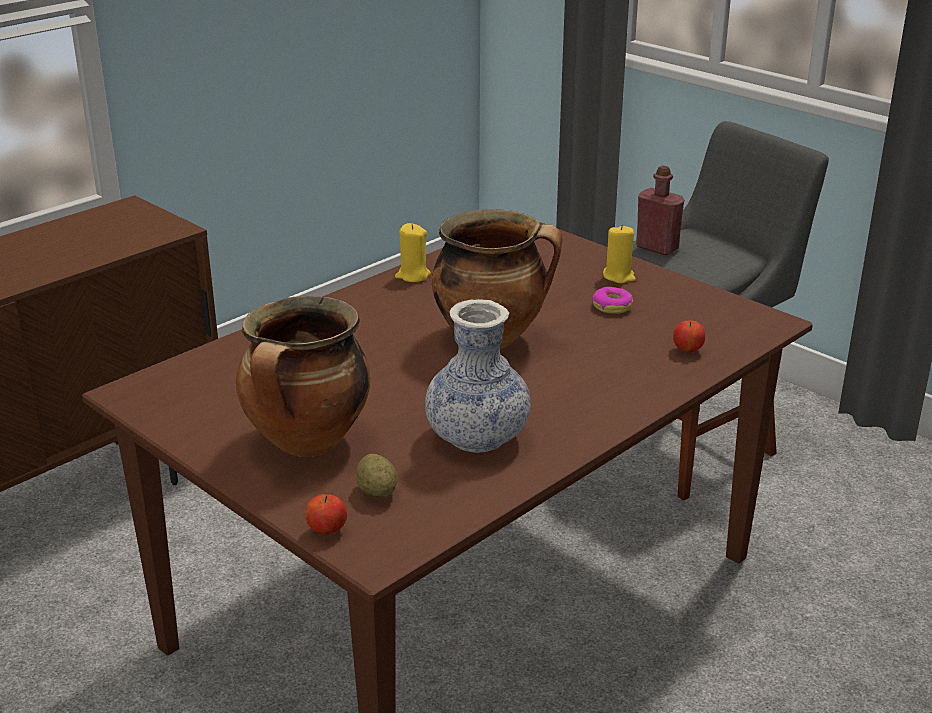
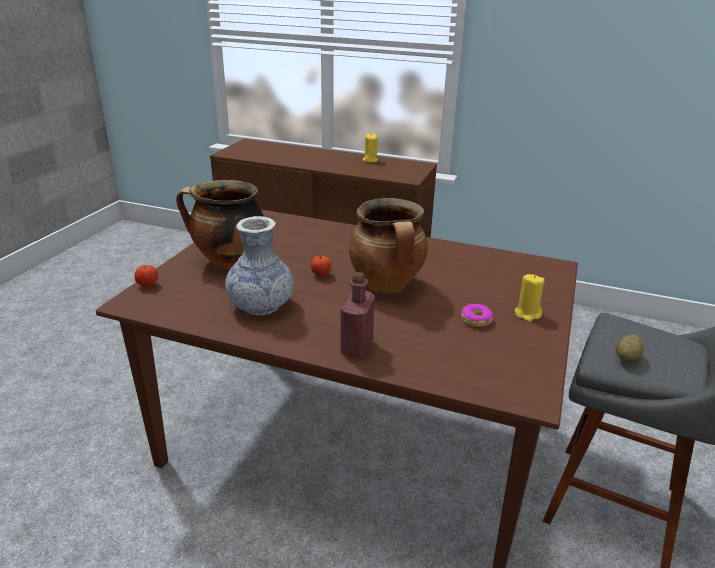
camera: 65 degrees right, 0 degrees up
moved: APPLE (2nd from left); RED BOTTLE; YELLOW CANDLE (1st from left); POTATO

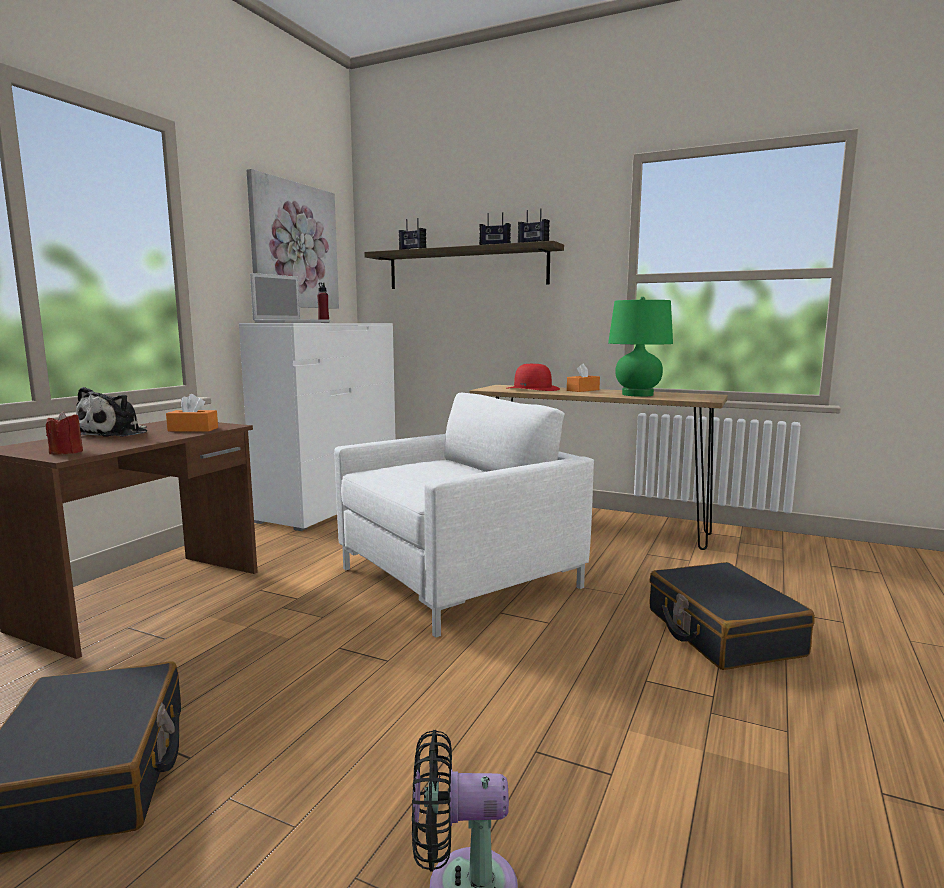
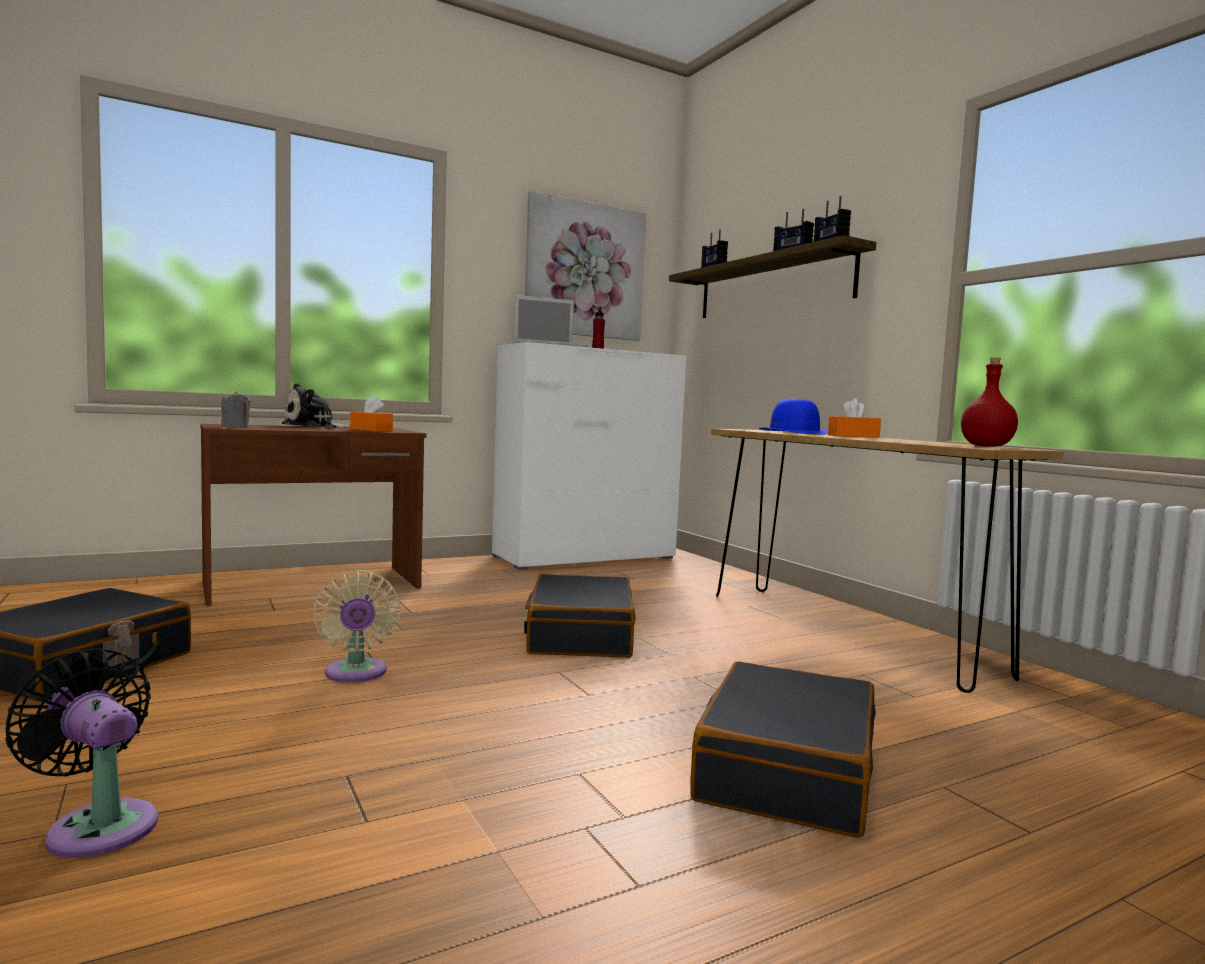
camera: 35 degrees right, 5 degrees down
removed: GREEN TABLE LAMP
added: BEIGE FAN; RED BOTTLE (2nd from left)
replaced: WHITE ARMCHAIR to BLACK SUITCASE (2nd from left)
recoloured: RED CANDLE to GREY CANDLE; RED HAT to BLUE HAT

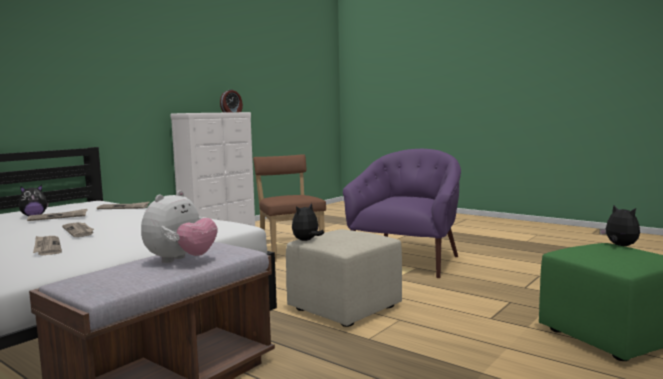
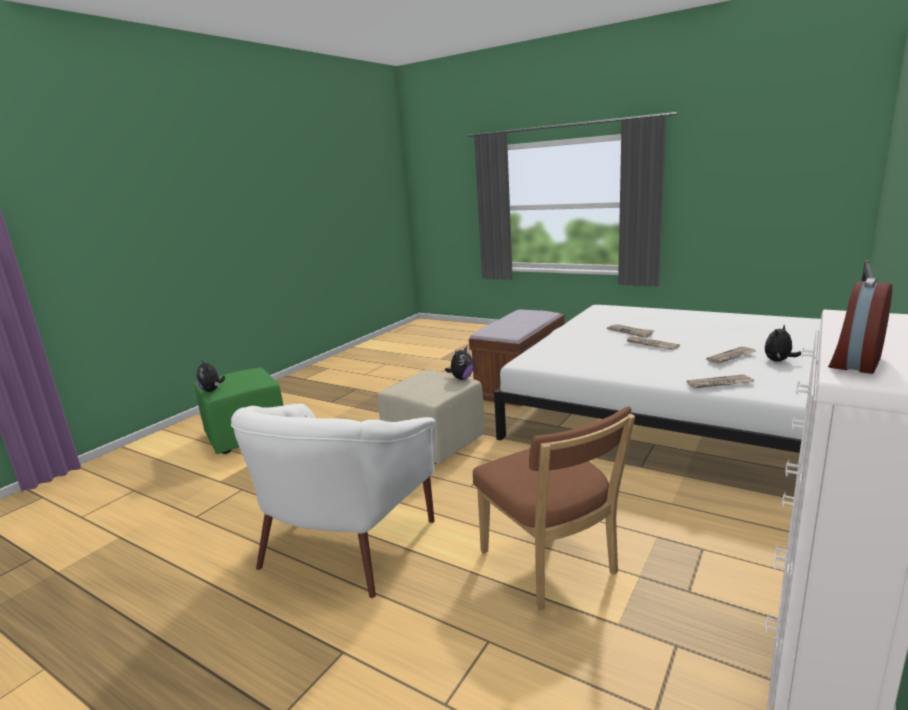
camera: 175 degrees right, 10 degrees up
removed: PLUSH TOY (2nd from left)
recoloured: PURPLE ARMCHAIR to WHITE ARMCHAIR

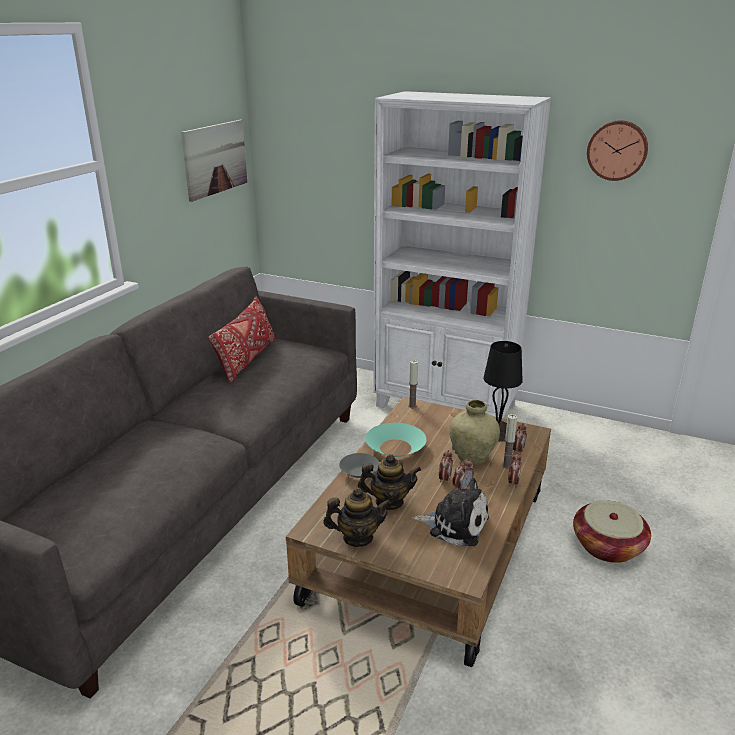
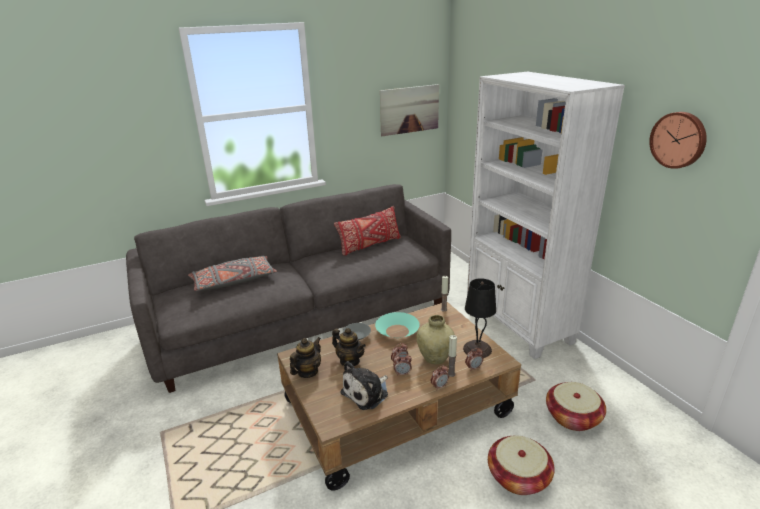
camera: 40 degrees right, 0 degrees up
added: GREY PILLOW; BASKET (2nd from left)
turned: TEAPOT (1st from left) 90 degrees counterclockwise; PLUSH TOY 75 degrees clockwise

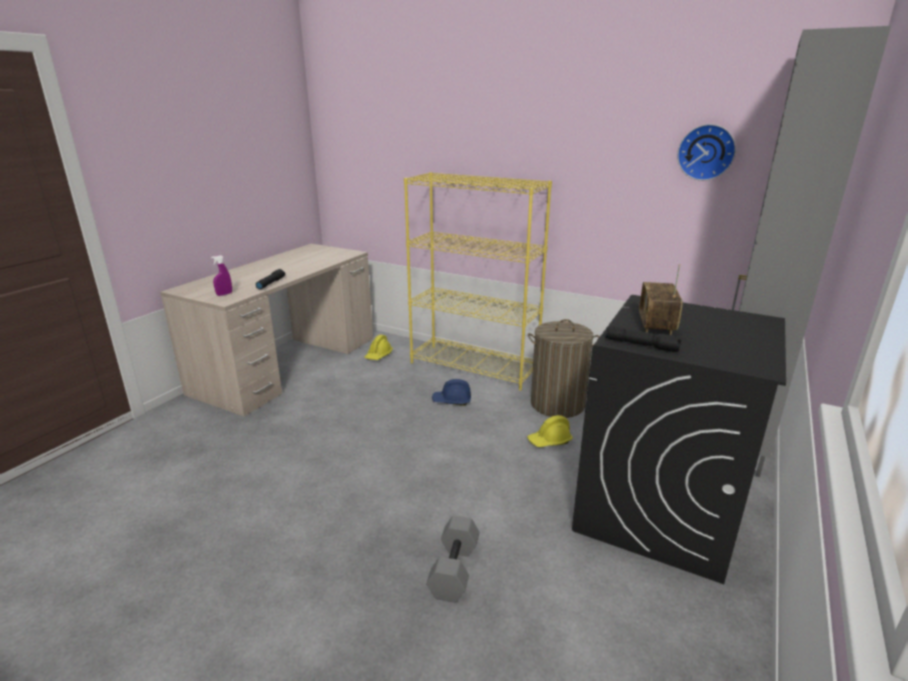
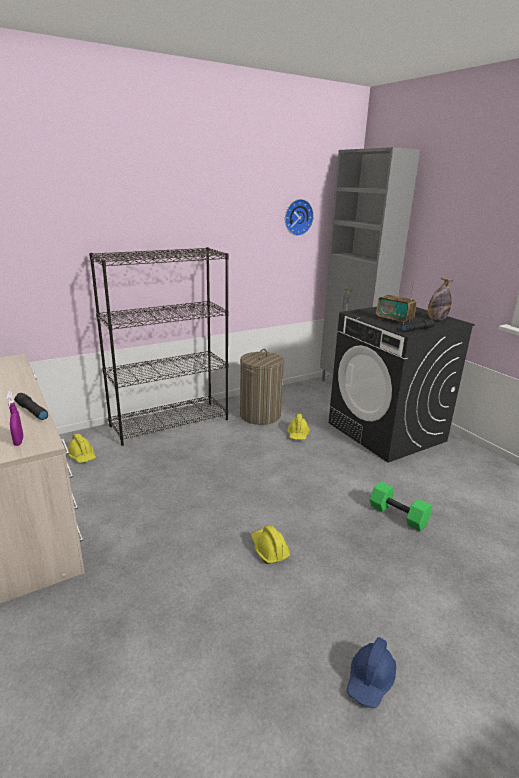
camera: 60 degrees left, 0 degrees up
added: YELLOW HARD HAT (2nd from left); BOTTLE
moved: BLUE HARD HAT
recoloured: YELLOW BOOKCASE to BLACK BOOKCASE; GREY DUMBBELL to GREEN DUMBBELL

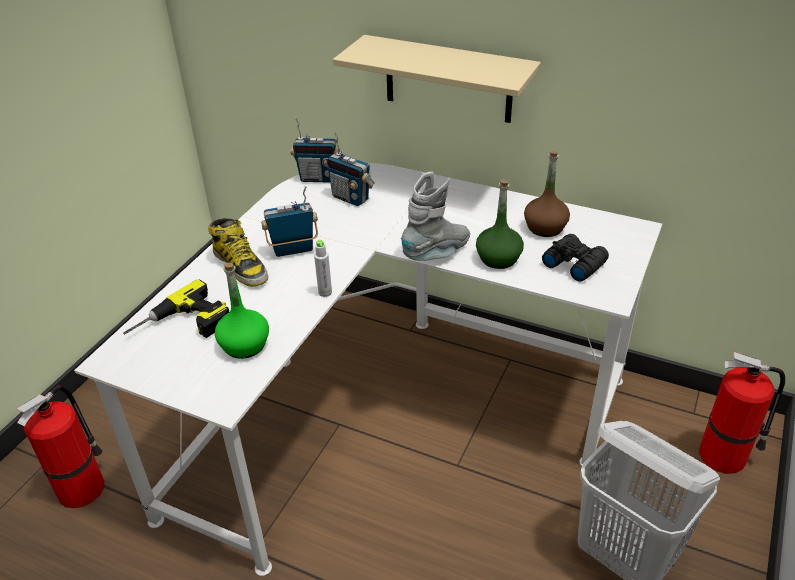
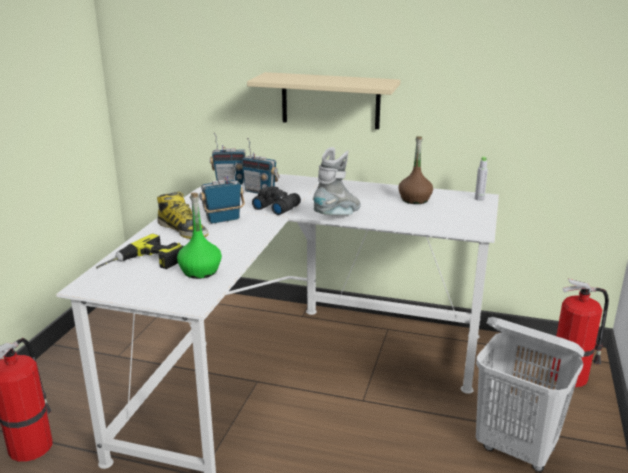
camera: 10 degrees left, 15 degrees down
removed: GREEN BOTTLE (2nd from left)
moved: BLACK BINOCULARS; GREY BOTTLE

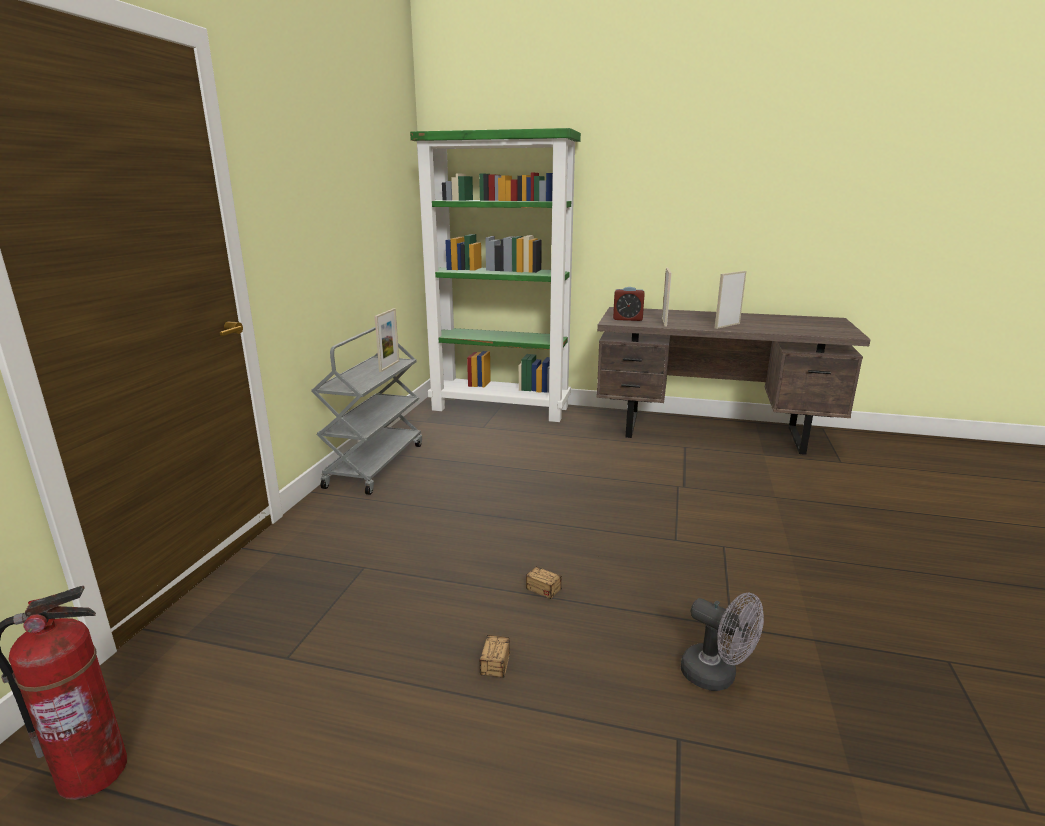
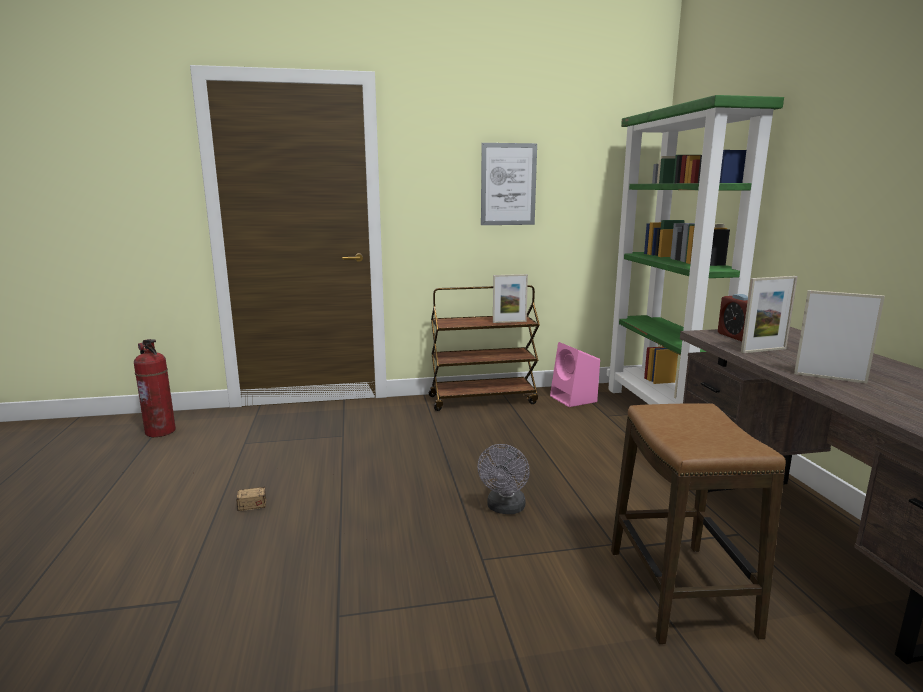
camera: 65 degrees right, 5 degrees down
removed: STORAGE BOX (2nd from left)
added: PICTURE; PINK SPEAKER; STOOL
moved: GREY FAN
recoloured: GREY CART to BROWN CART

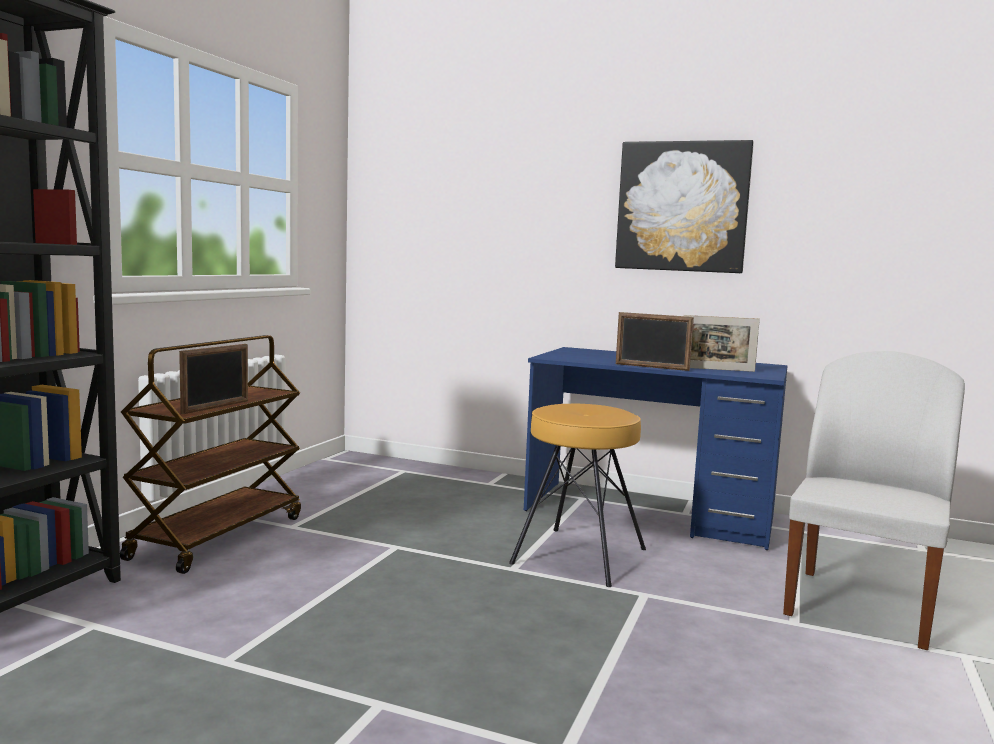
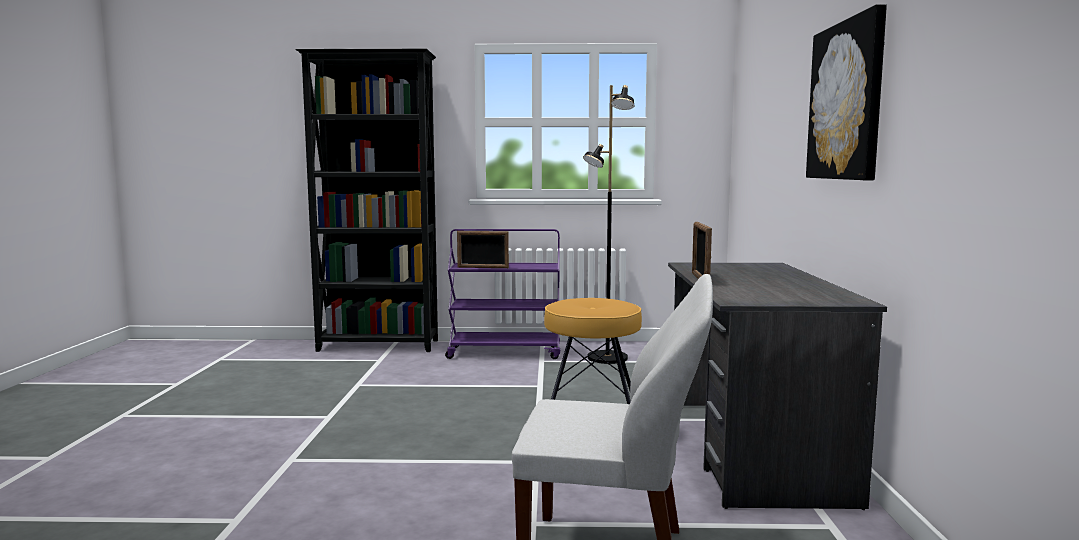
camera: 70 degrees right, 0 degrees up
removed: PICTURE FRAME (3rd from left)
added: BLACK FLOOR LAMP
recoloured: BROWN CART to PURPLE CART; BLUE DESK to GREY DESK

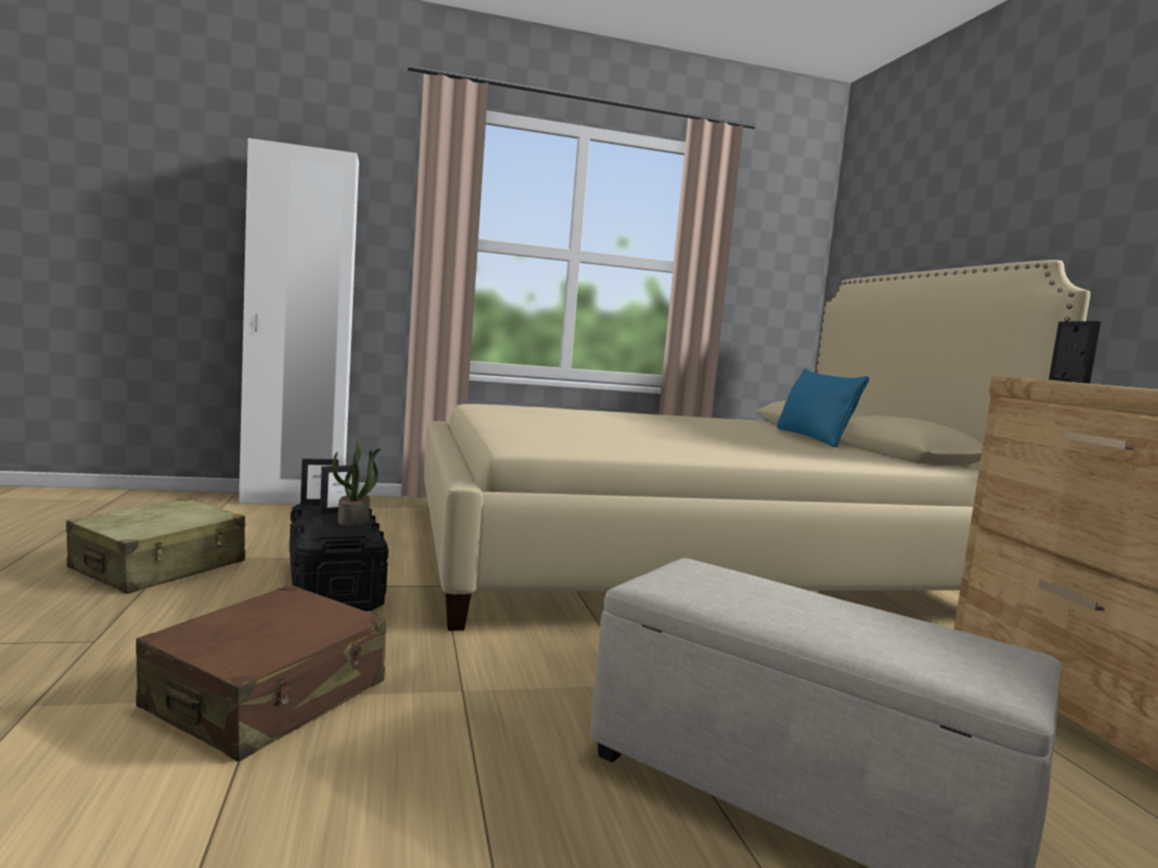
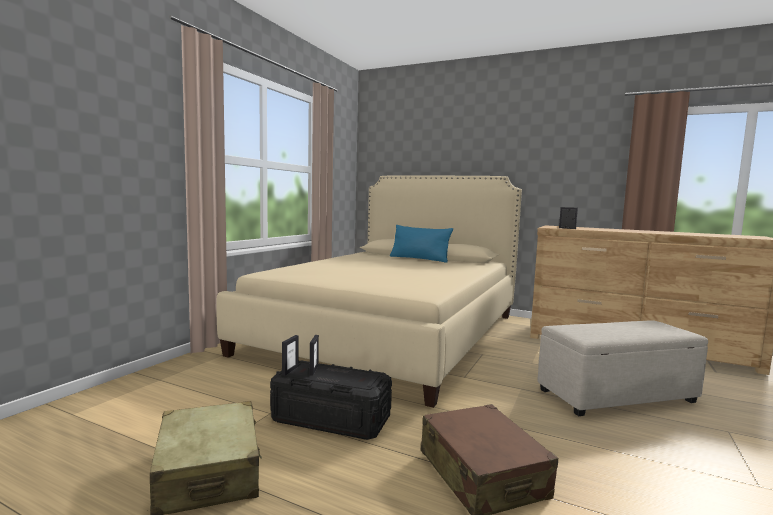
camera: 50 degrees left, 0 degrees up
removed: WHITE WARDROBE; POTTED PLANT

